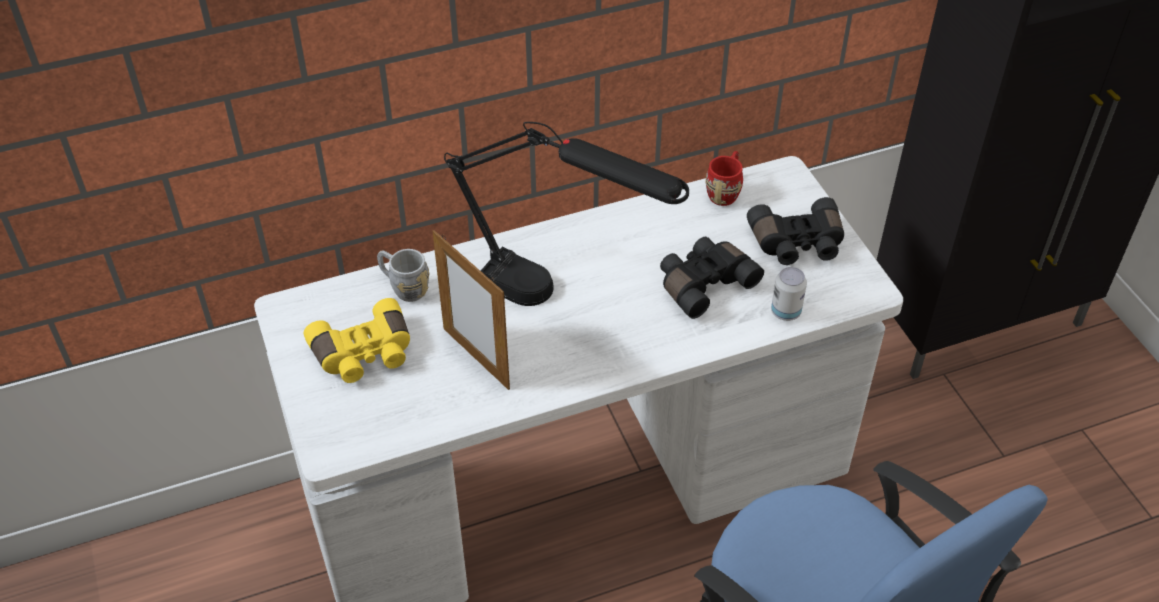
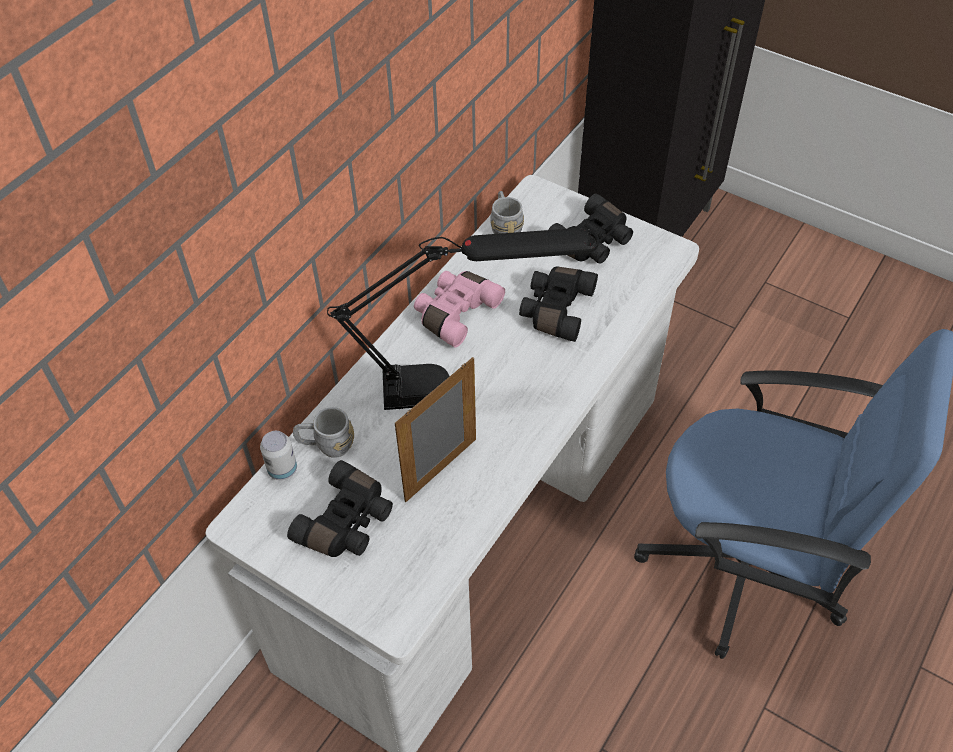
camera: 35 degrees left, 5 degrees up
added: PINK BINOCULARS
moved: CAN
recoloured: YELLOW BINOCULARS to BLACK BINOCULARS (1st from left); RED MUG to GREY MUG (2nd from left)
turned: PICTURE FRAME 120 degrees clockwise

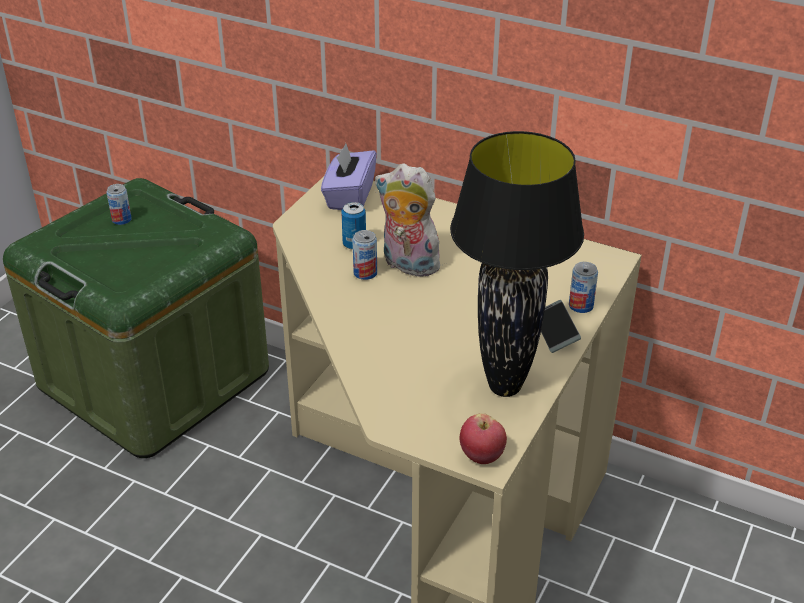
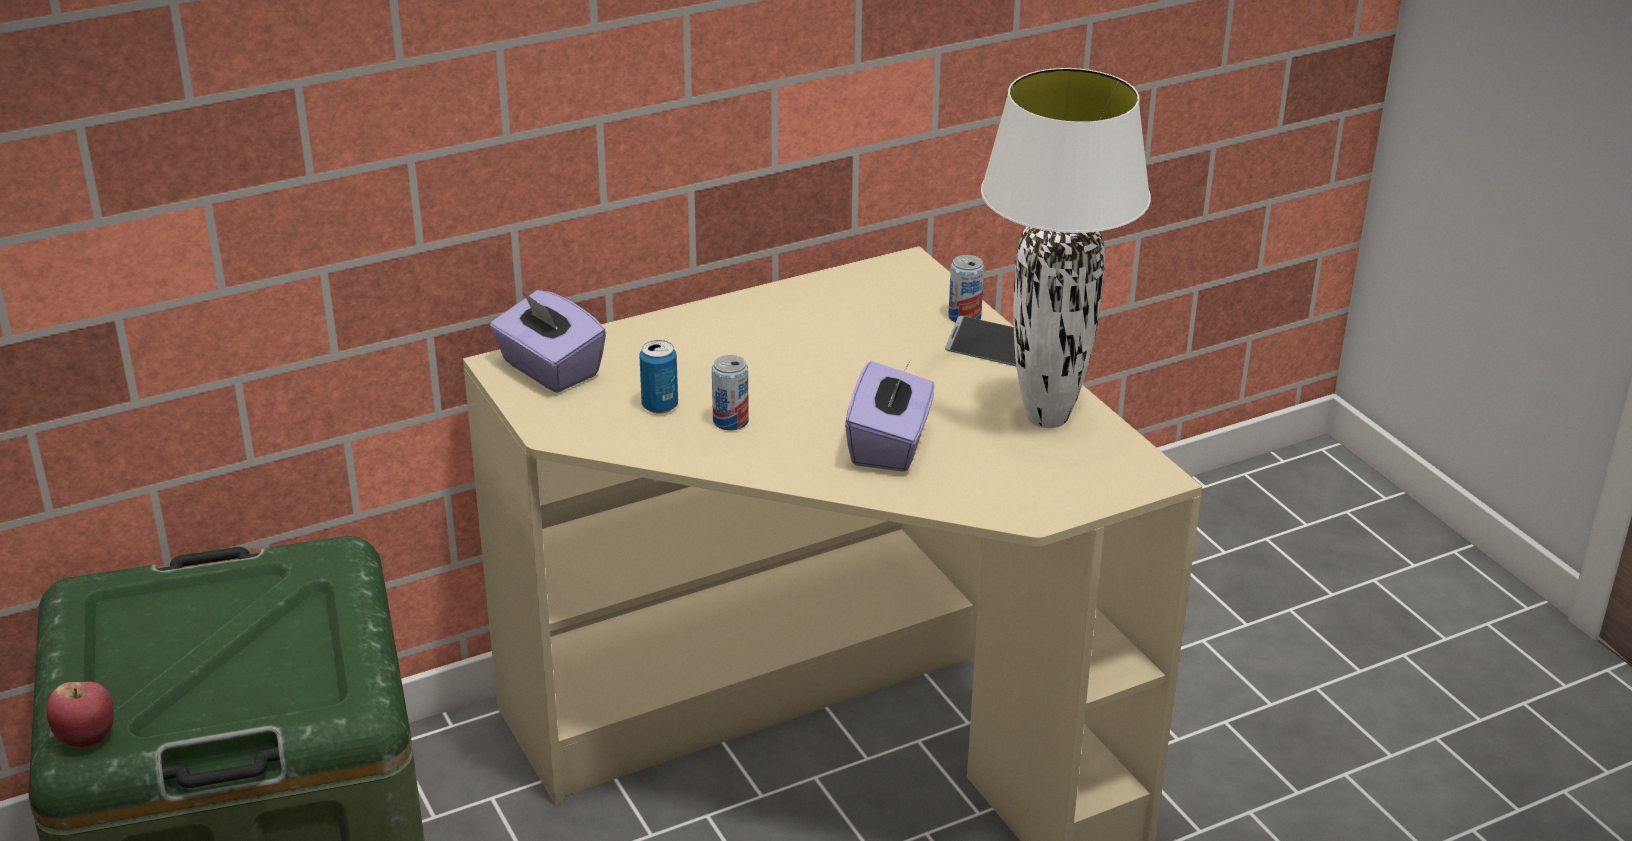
camera: 55 degrees left, 5 degrees down
removed: CAN (1st from left); PLUSH TOY
added: PURPLE TISSUE BOX (2nd from left)
moved: APPLE
recoloured: BLACK TABLE LAMP to WHITE TABLE LAMP

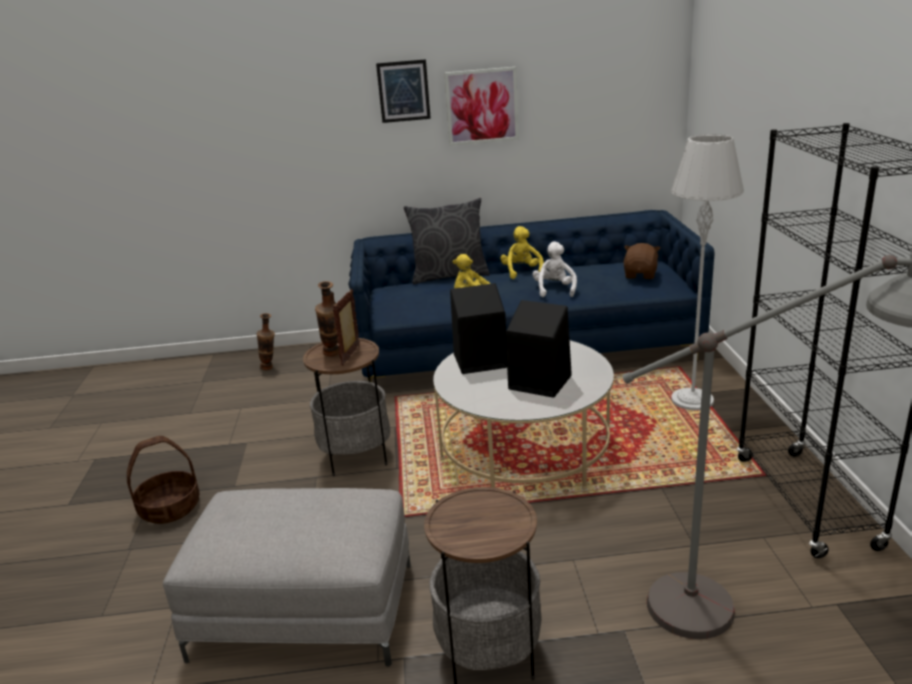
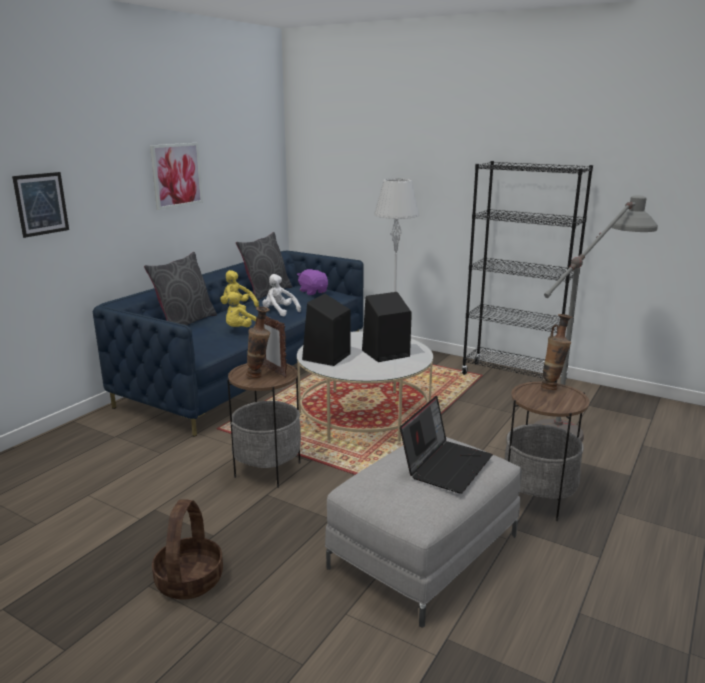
camera: 55 degrees left, 5 degrees down
added: GREY PILLOW (2nd from left); LAPTOP
moved: PICTURE (1st from left); VASE (1st from left in the first image) to VASE (2nd from left)
recoloured: BROWN PLUSH TOY to PURPLE PLUSH TOY

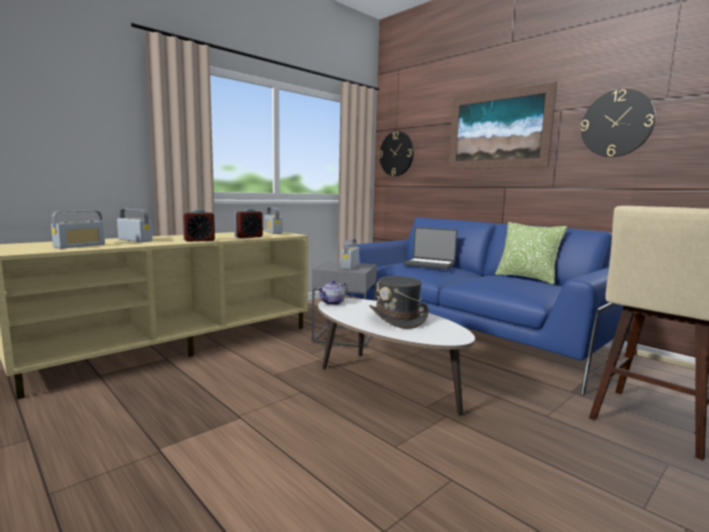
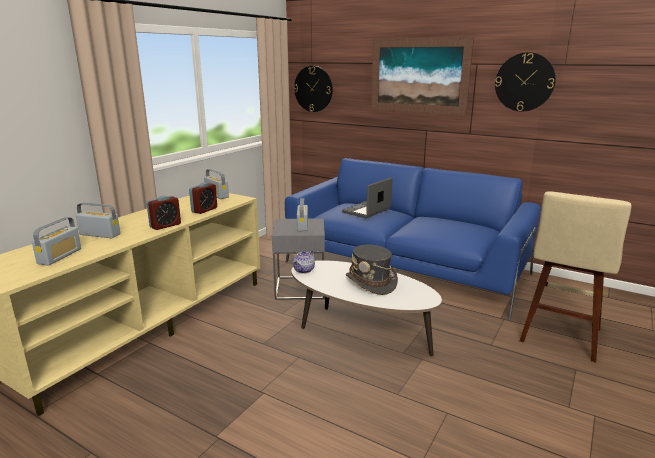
camera: 15 degrees left, 10 degrees up
removed: PILLOW
turned: LAPTOP 120 degrees clockwise

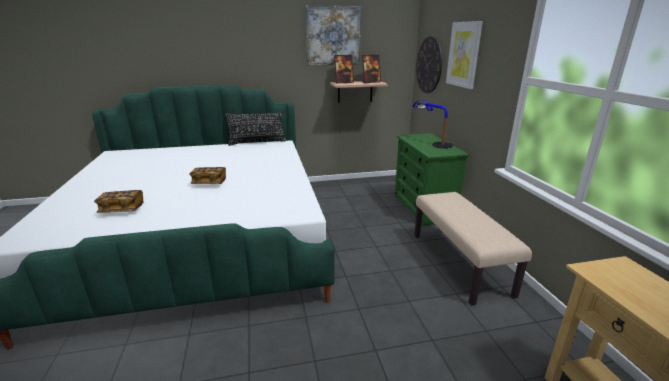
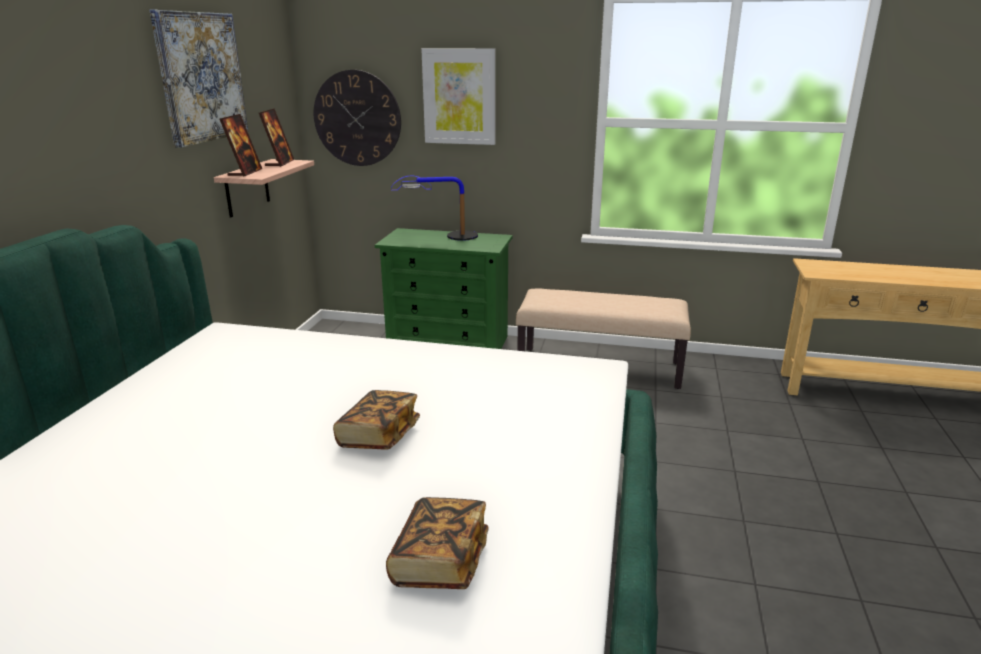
camera: 65 degrees left, 0 degrees up
removed: BLACK PILLOW

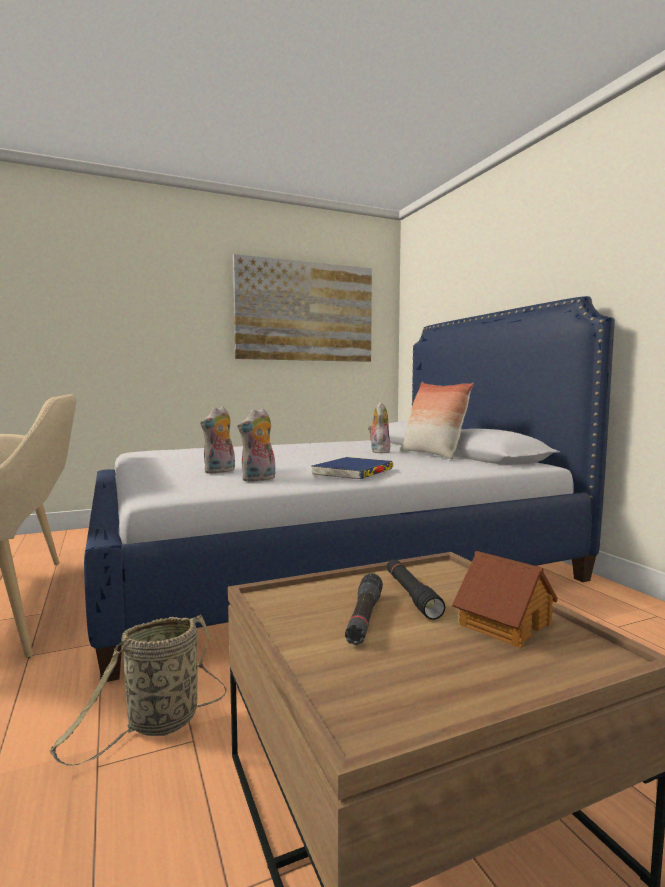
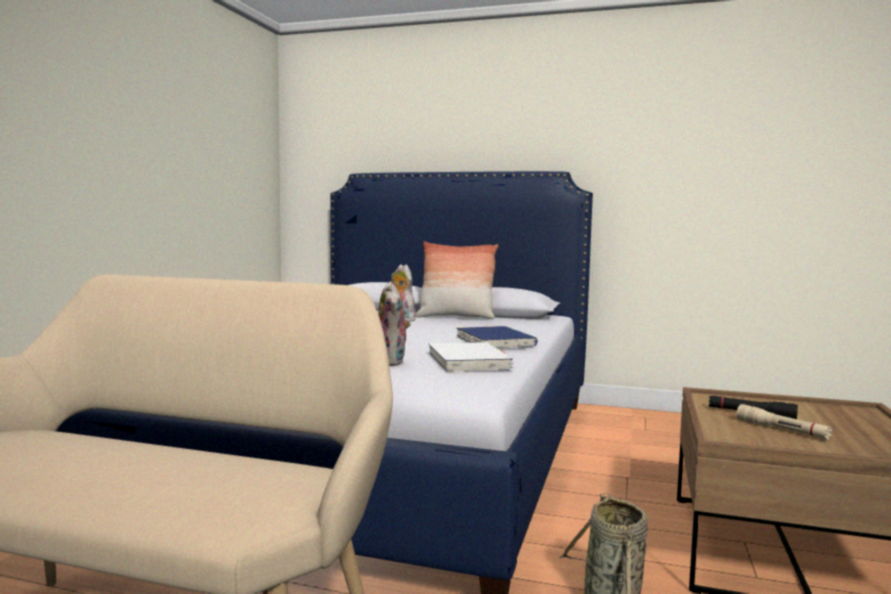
camera: 50 degrees left, 0 degrees up
removed: PICTURE; TOY HOUSE
replaced: PLUSH TOY (2nd from left) to WHITE BOOK
recoloured: BLACK FLASHLIGHT (1st from left) to BEIGE FLASHLIGHT

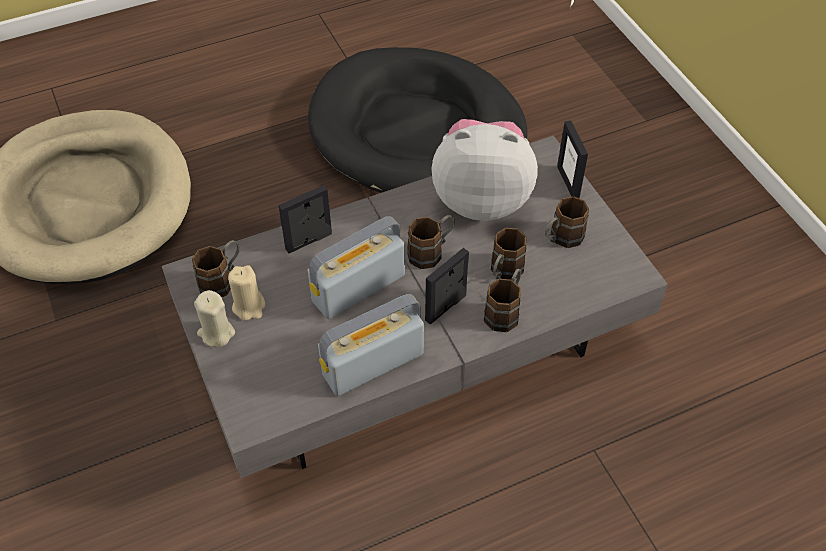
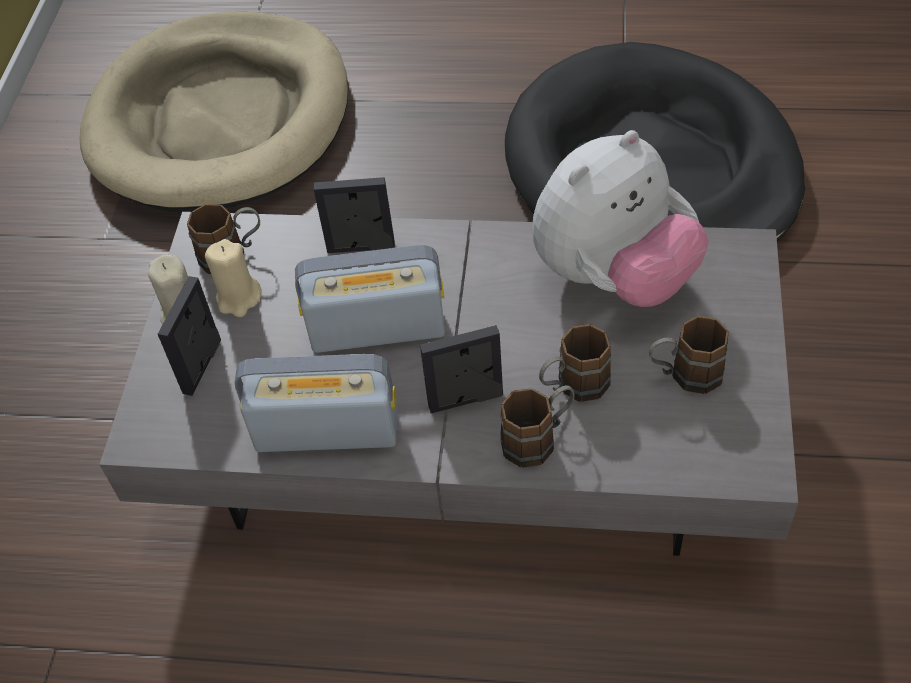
camera: 35 degrees right, 0 degrees up
removed: BROWN MUG (2nd from left)
moved: PICTURE FRAME (3rd from left in the first image) to PICTURE FRAME (1st from left)
turned: PLUSH TOY 105 degrees clockwise

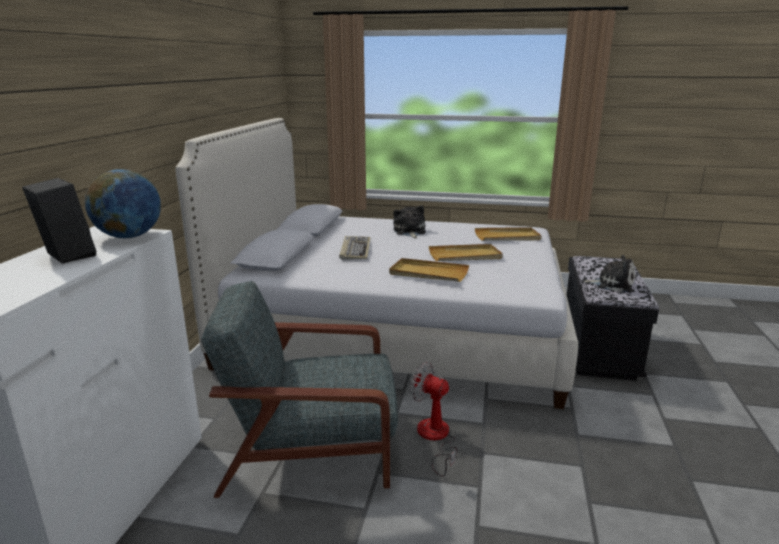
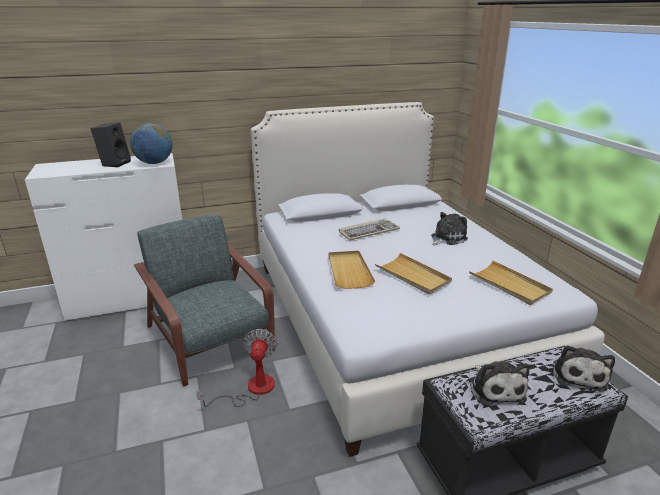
camera: 60 degrees right, 5 degrees up
added: PLUSH TOY (3rd from left)

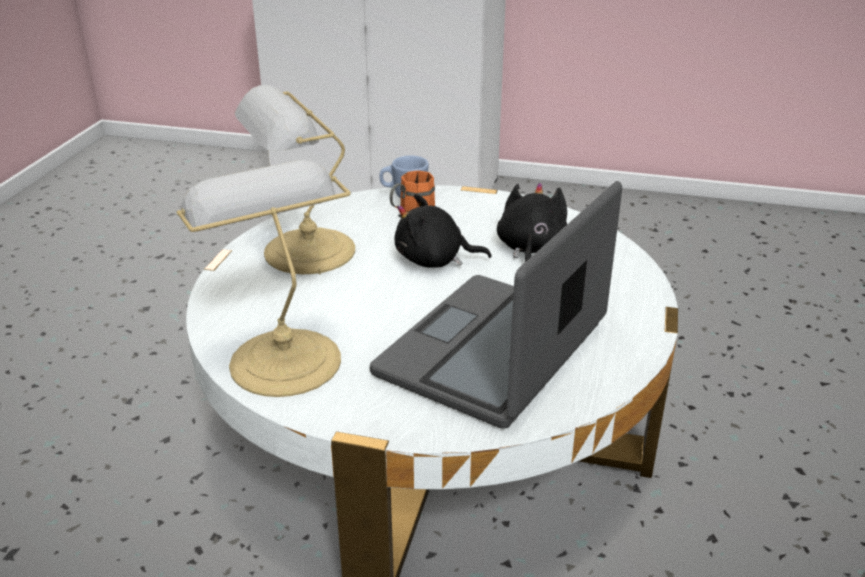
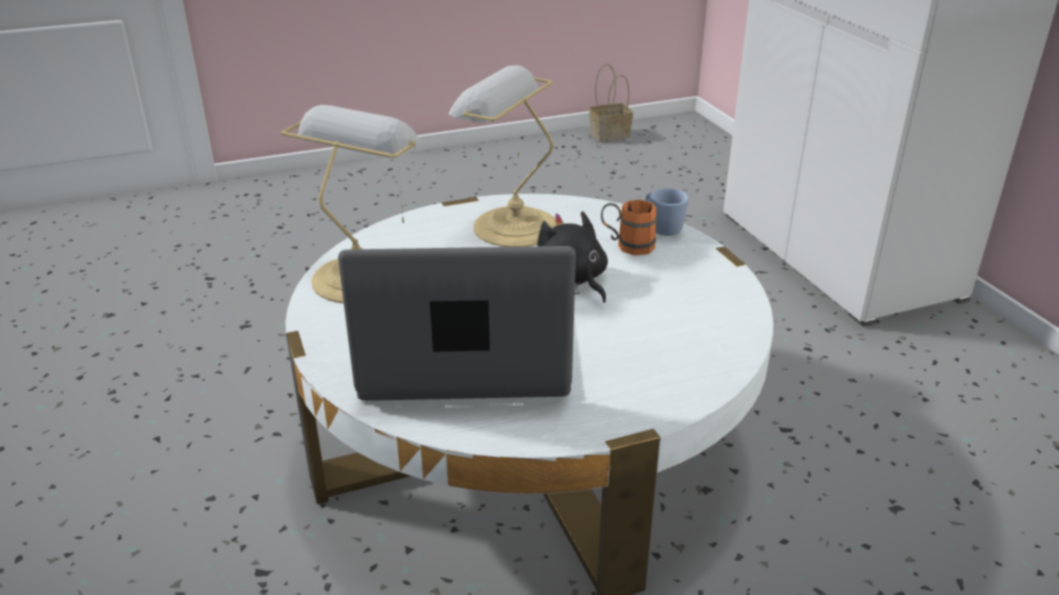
camera: 55 degrees right, 0 degrees up
removed: BLACK PLUSH TOY (2nd from left)
added: BASKET

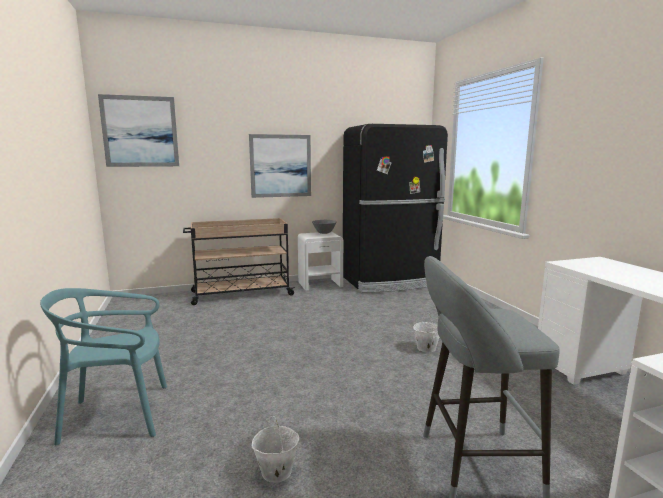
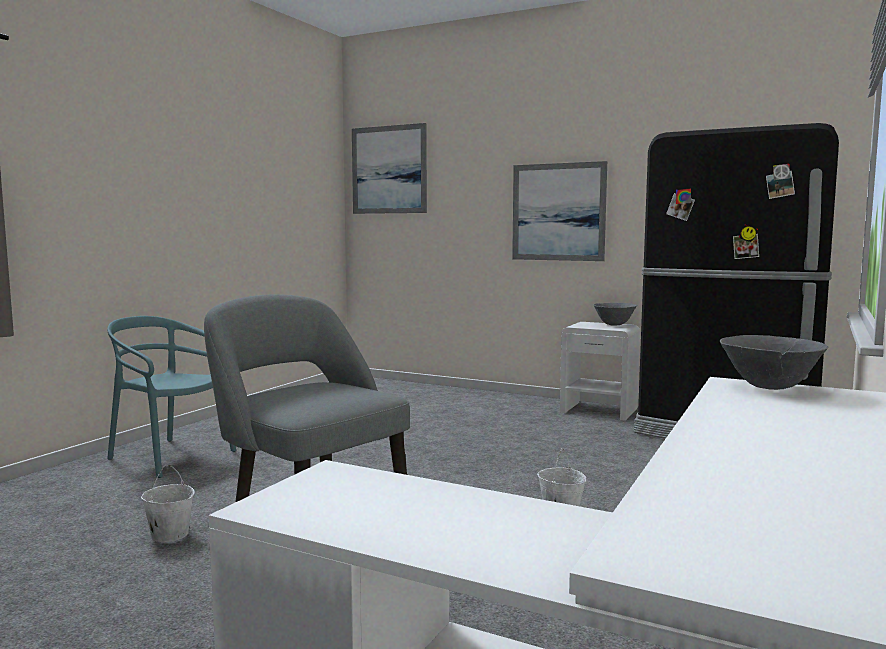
camera: 45 degrees right, 5 degrees down
removed: BEIGE CART
added: GREY BOWL (2nd from left)

